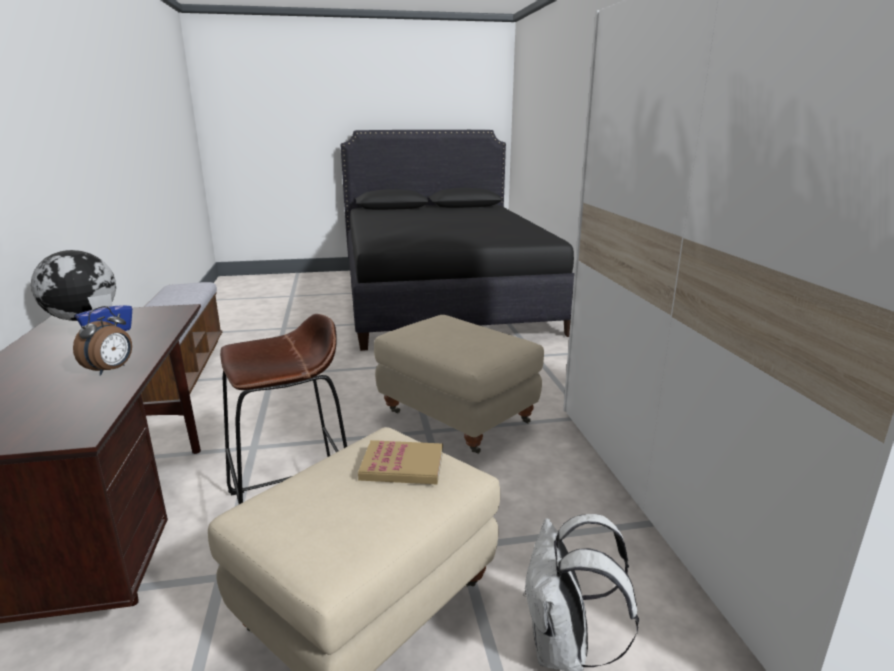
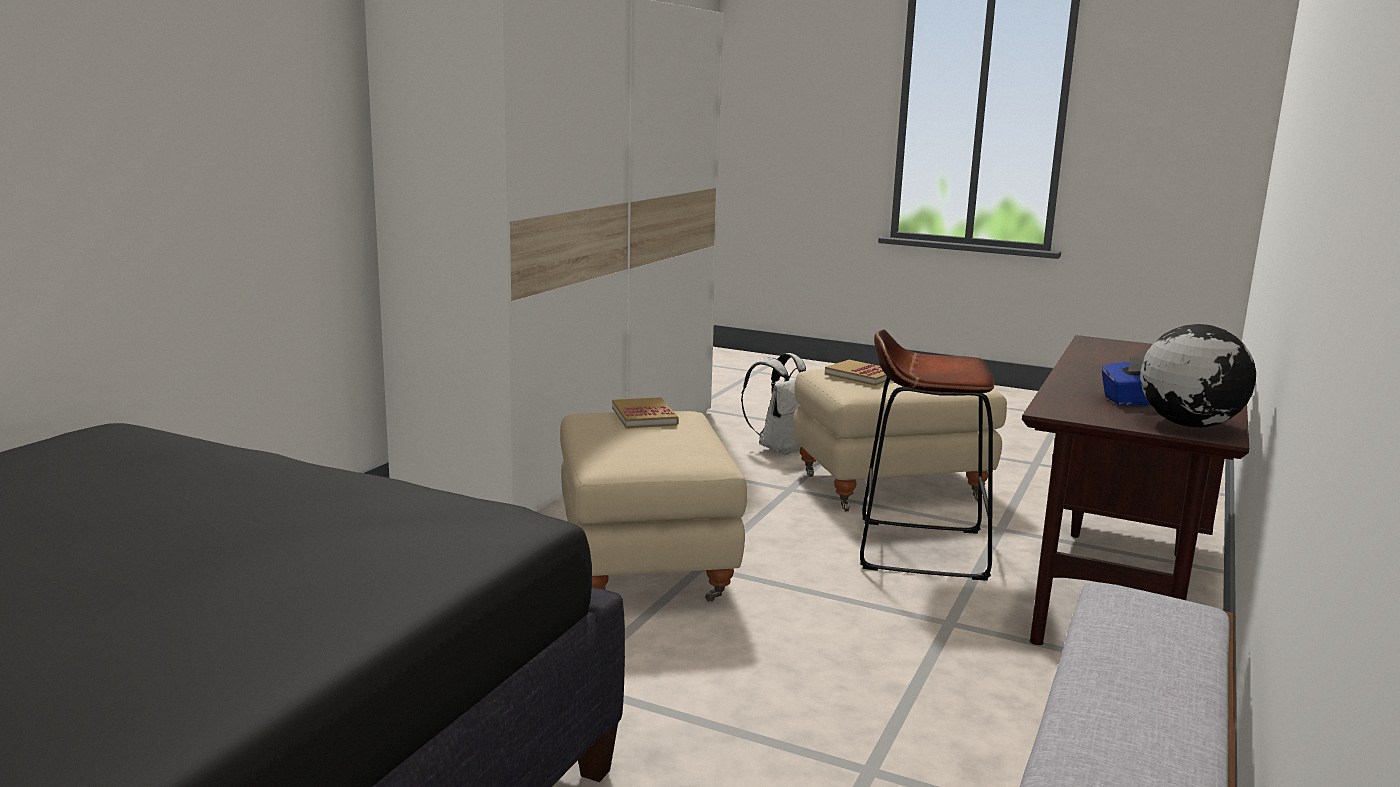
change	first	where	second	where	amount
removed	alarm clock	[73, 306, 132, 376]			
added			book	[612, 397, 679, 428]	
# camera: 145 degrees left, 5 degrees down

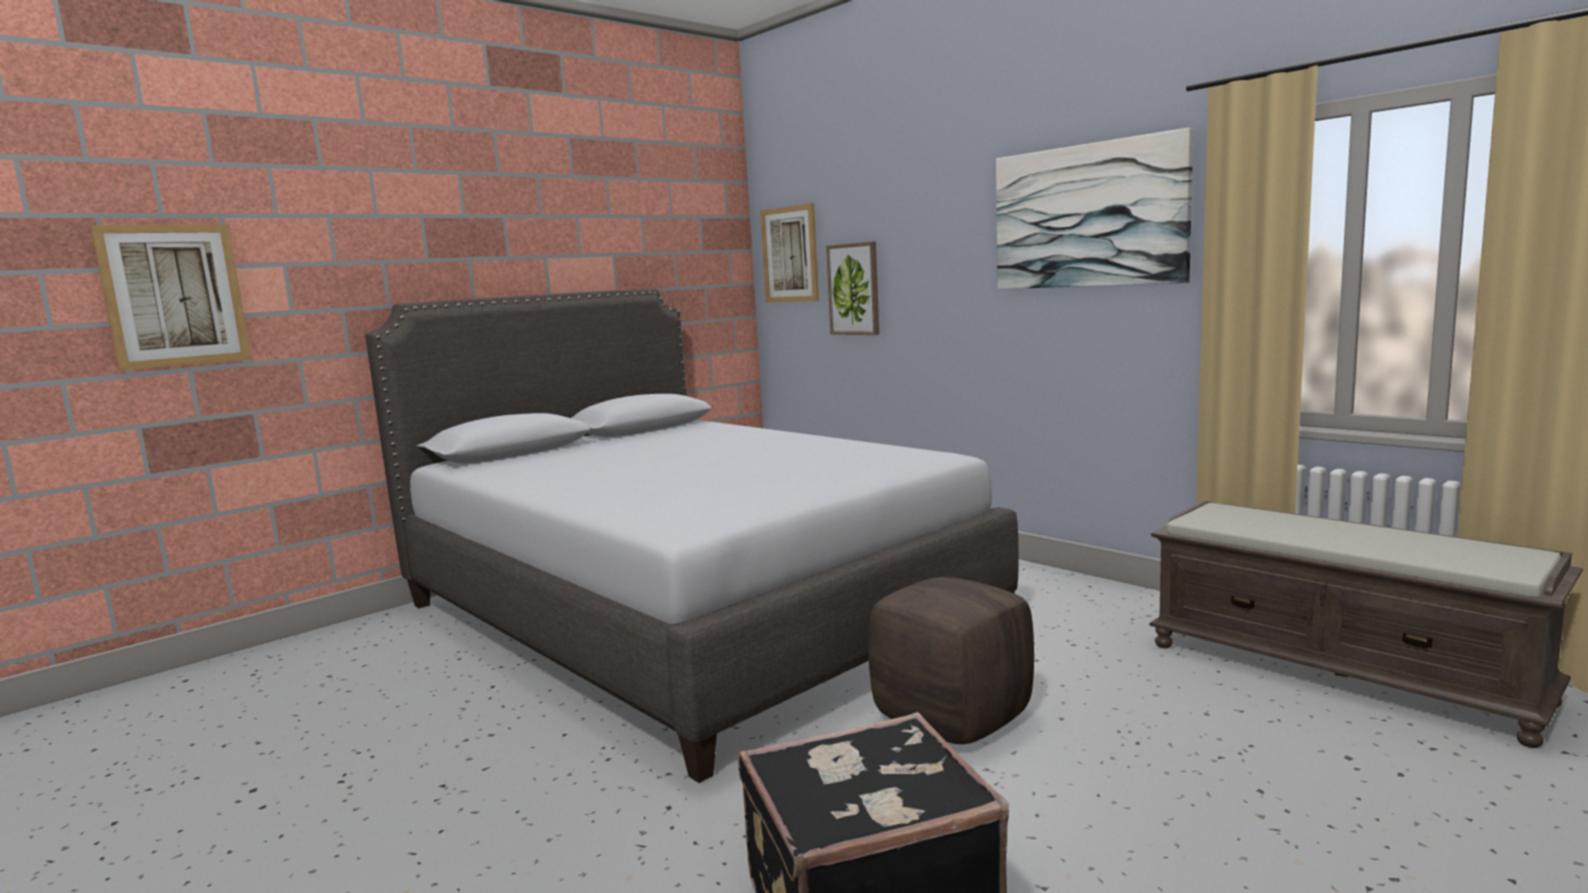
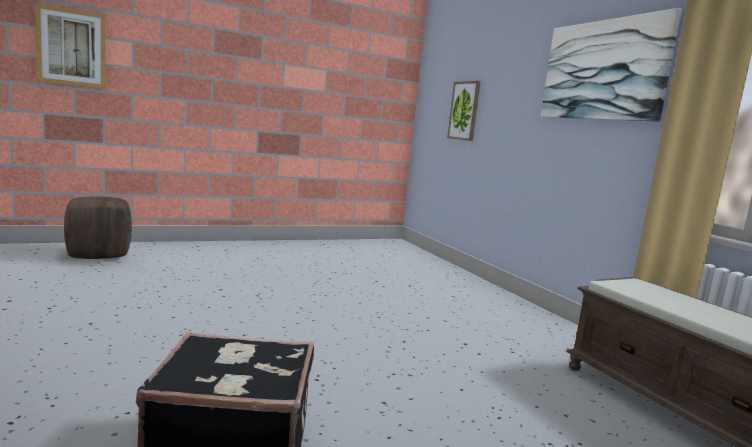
change	first	where	second	where	amount
removed	bed/grey	[365, 289, 1019, 783]			
removed	picture	[760, 203, 819, 303]			
moved	ottoman/brown	[868, 577, 1034, 744]		[64, 197, 132, 259]	
# camera: 15 degrees right, 0 degrees up

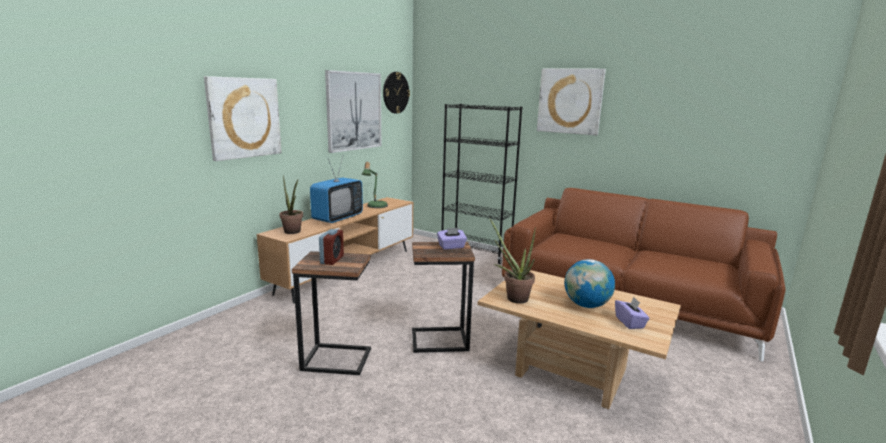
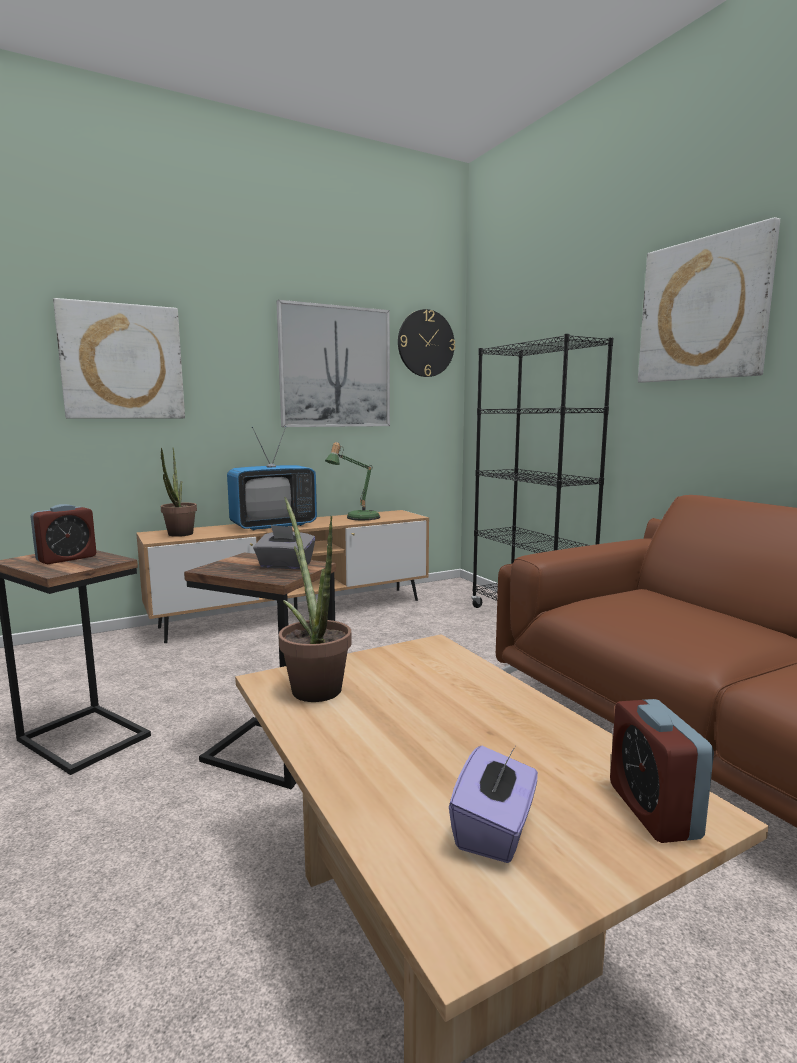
change	first	where	second	where	amount
removed	globe	[564, 259, 615, 308]			
added			alarm clock	[610, 699, 714, 843]	
recoloured	tissue box/purple	[437, 228, 467, 249]	tissue box/grey	[253, 525, 315, 570]	
# camera: 30 degrees right, 5 degrees down

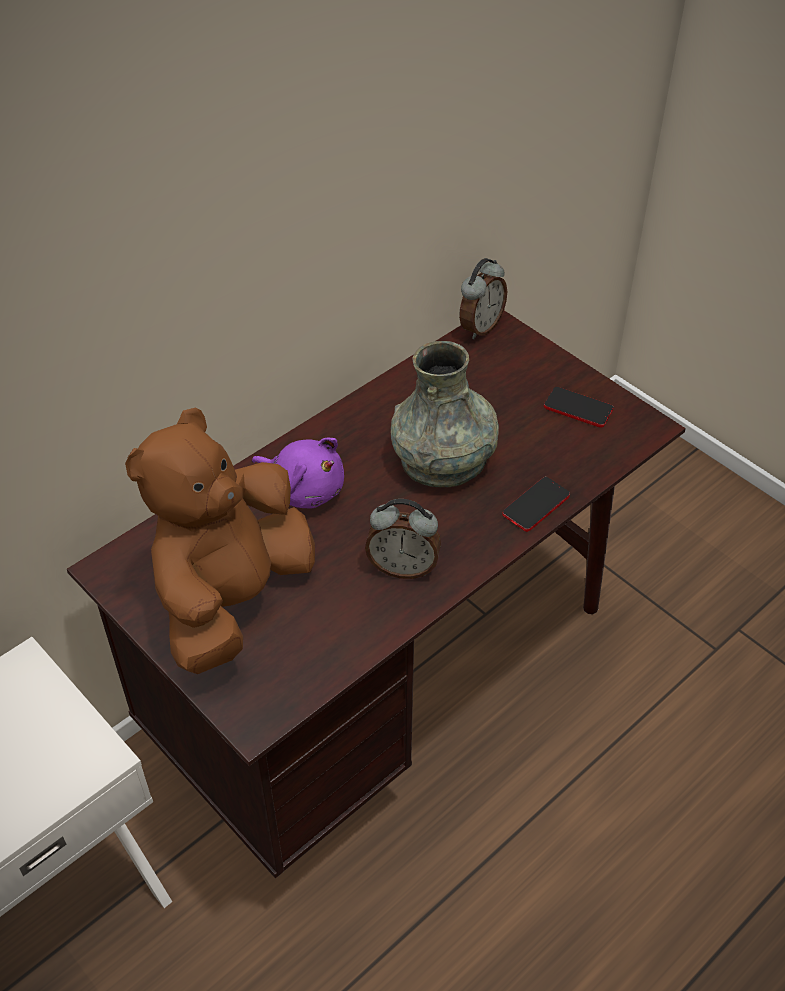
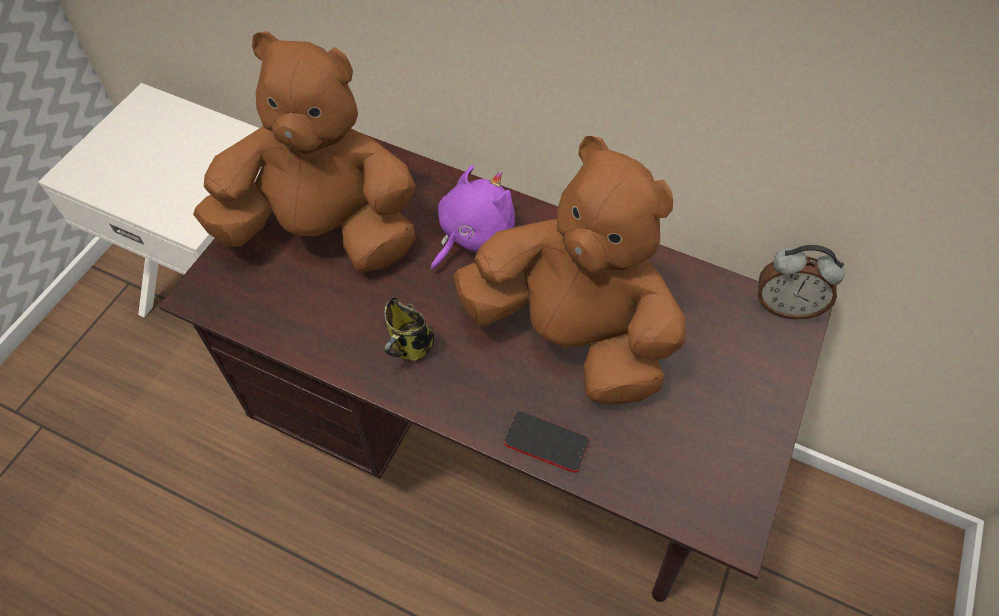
change	first	where	second	where	amount
removed	phone	[544, 387, 614, 428]			
replaced	alarm clock	[365, 499, 441, 579]	mug	[384, 297, 435, 362]	
replaced	vase/grey	[391, 341, 499, 488]	plush toy/brown	[453, 136, 686, 405]	
turned	plush toy/purple	[252, 437, 344, 508]		[431, 165, 515, 271]	150 degrees counterclockwise
# camera: 65 degrees right, 10 degrees up

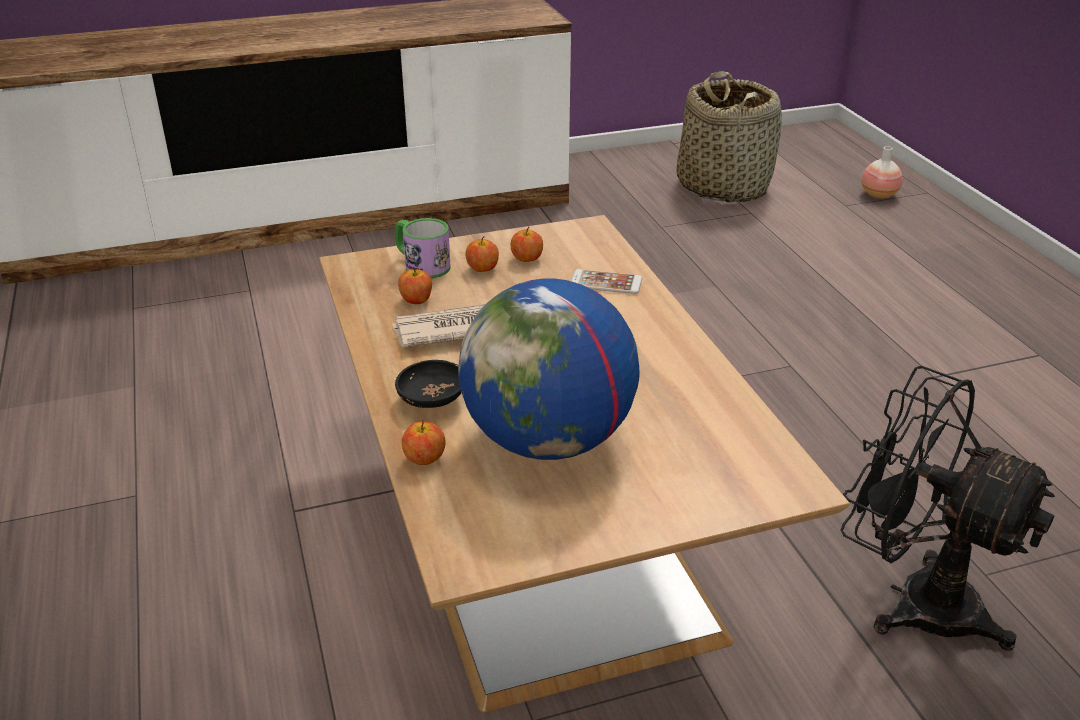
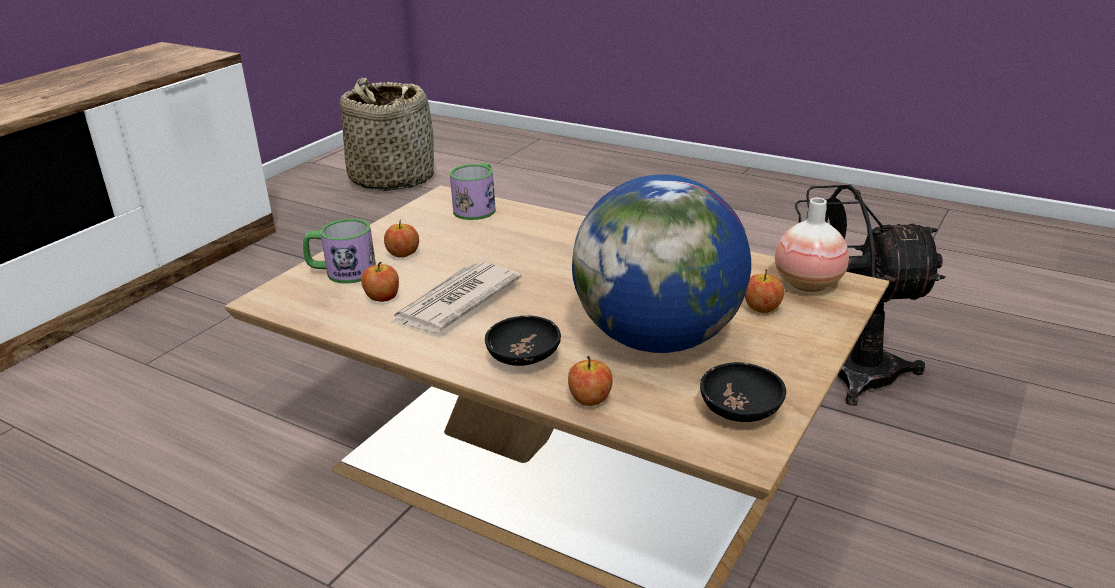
change	first	where	second	where	amount
removed	phone	[571, 269, 642, 294]			
added			mug	[450, 163, 496, 220]	
added			bowl/black	[700, 362, 786, 422]	
moved	apple	[511, 227, 543, 262]		[745, 269, 785, 313]	
moved	vase	[861, 146, 903, 199]		[775, 198, 849, 292]	
# camera: 40 degrees left, 5 degrees down

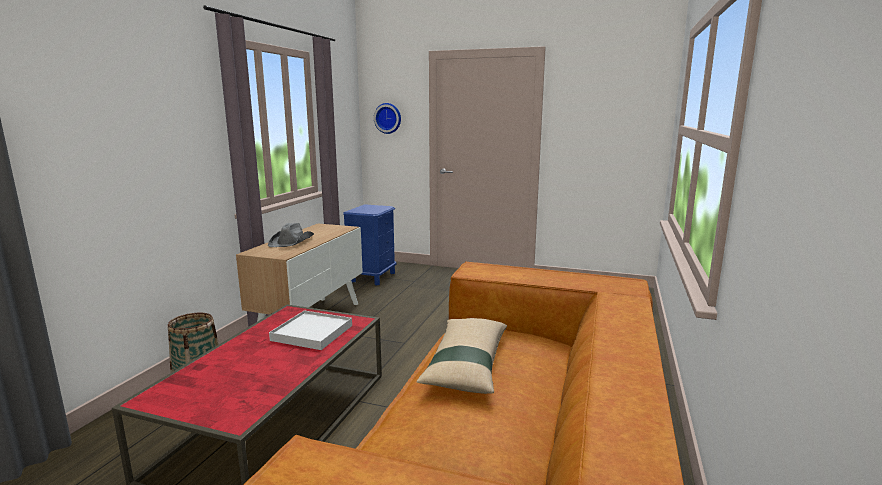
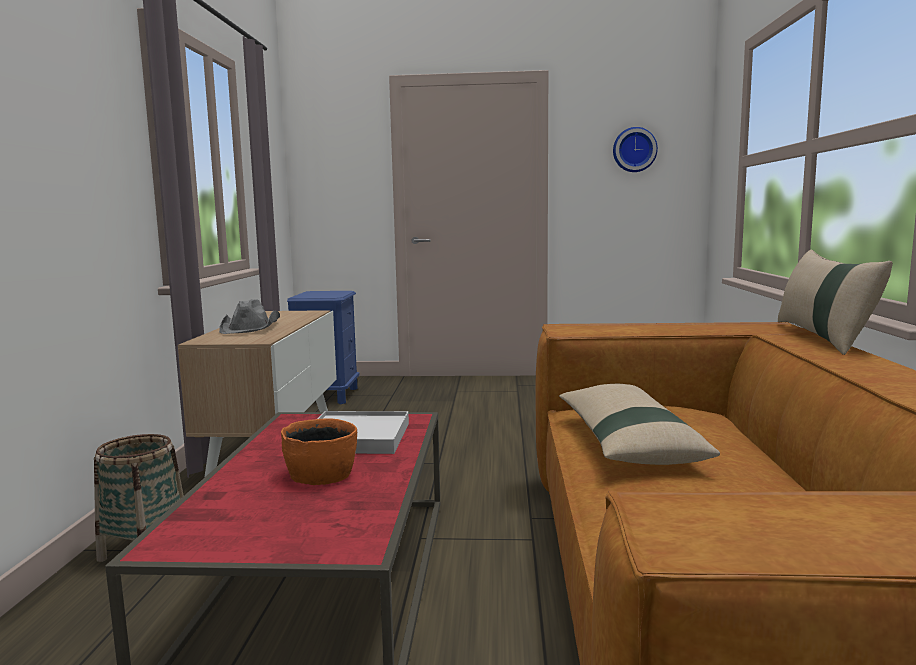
change	first	where	second	where	amount
added			bowl/orange	[281, 418, 357, 485]	
added			pillow/beige	[778, 250, 893, 355]	
moved	wall clock	[374, 103, 401, 134]		[613, 127, 658, 172]	
# camera: 15 degrees left, 5 degrees down

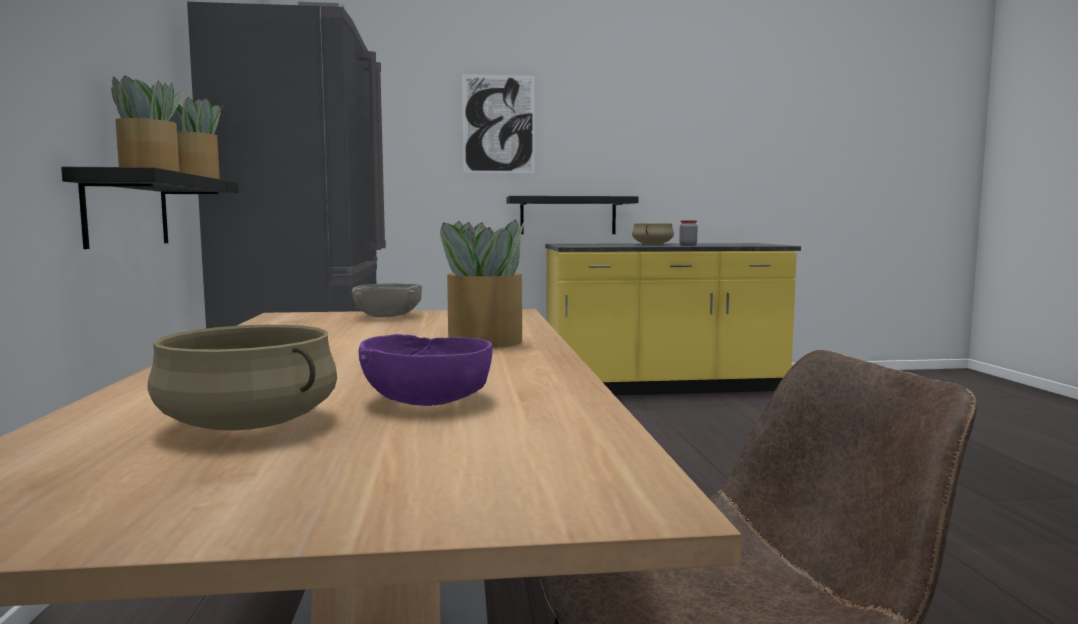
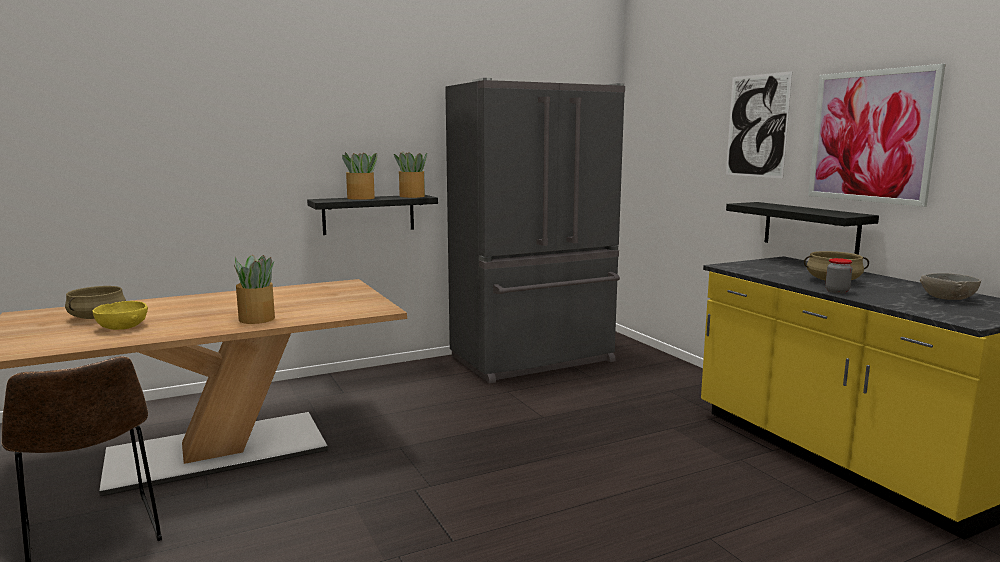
change	first	where	second	where	amount
added			picture	[808, 64, 946, 207]	
moved	bowl/grey	[352, 283, 422, 317]		[920, 273, 981, 300]	
recoloured	bowl/purple	[358, 334, 492, 406]	bowl/yellow	[92, 301, 148, 330]	
# camera: 70 degrees right, 5 degrees up

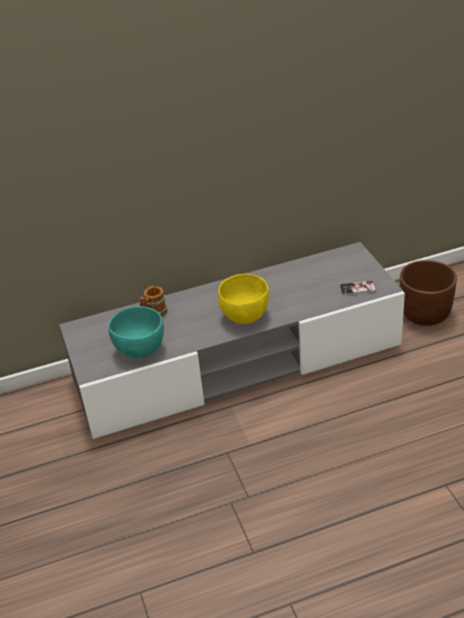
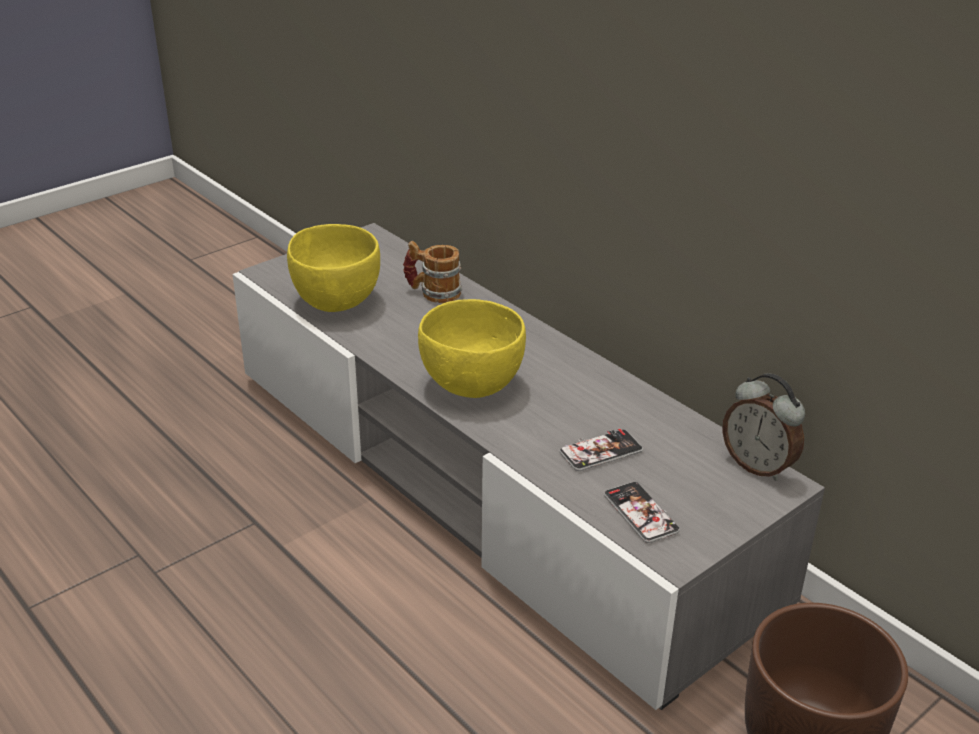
change	first	where	second	where	amount
added			phone	[559, 429, 643, 471]	
added			alarm clock	[722, 373, 805, 481]	
recoloured	bowl/turquoise	[108, 306, 164, 359]	bowl/yellow	[287, 224, 380, 312]	
# camera: 65 degrees right, 5 degrees down

